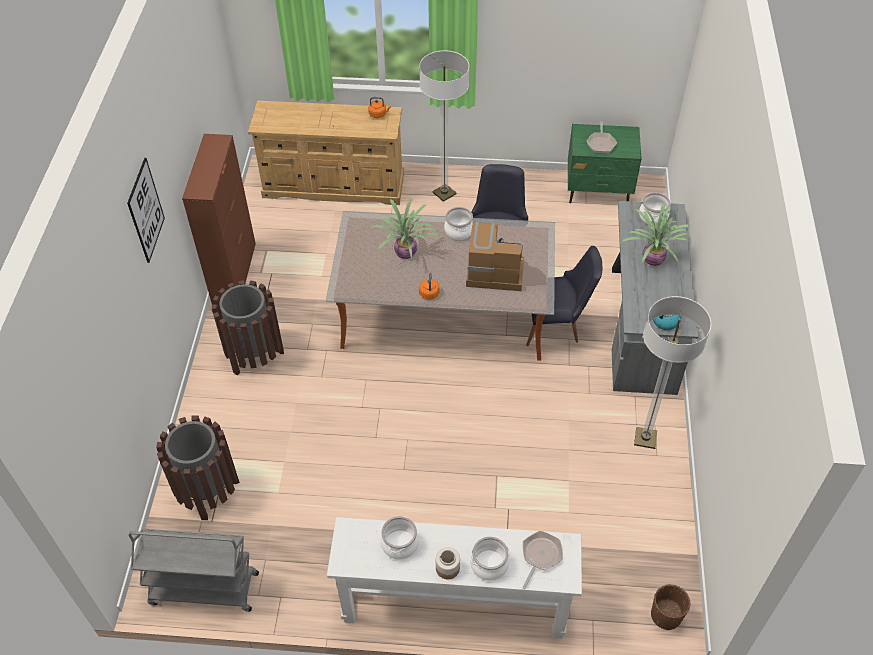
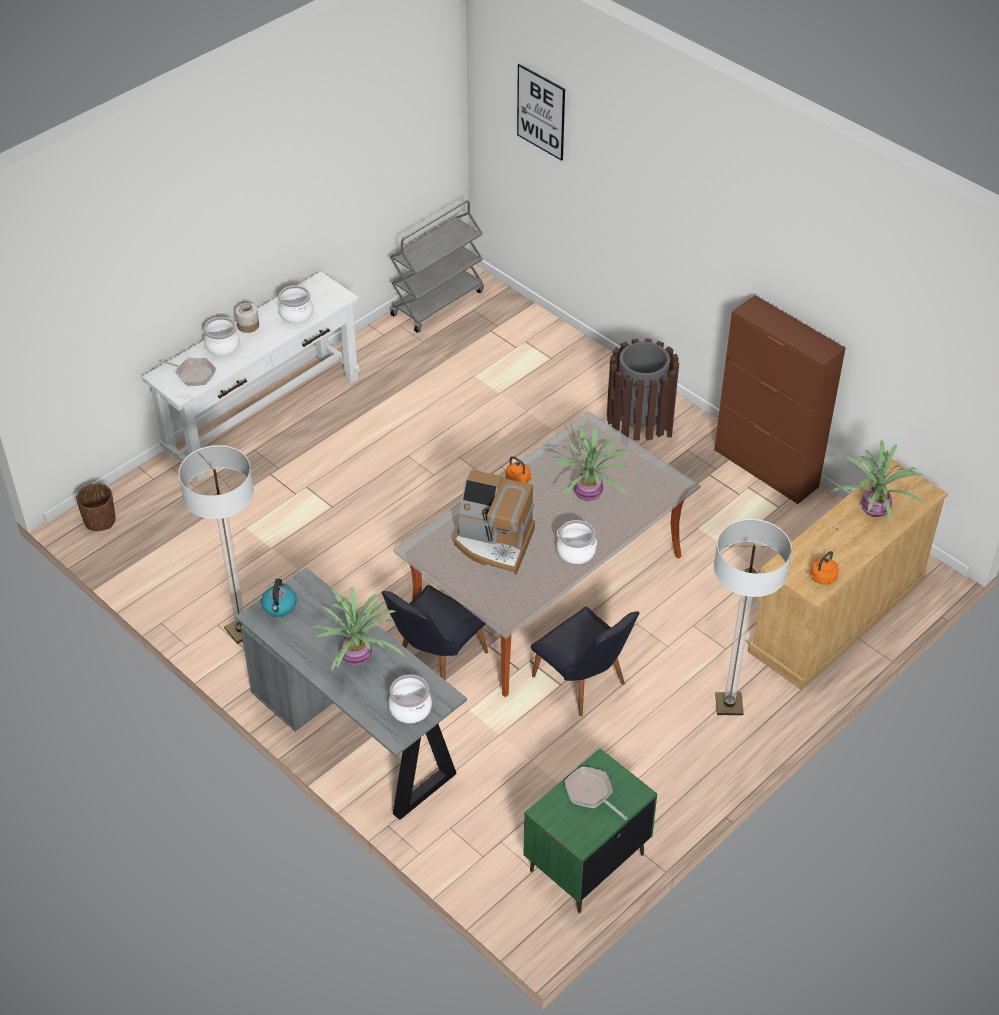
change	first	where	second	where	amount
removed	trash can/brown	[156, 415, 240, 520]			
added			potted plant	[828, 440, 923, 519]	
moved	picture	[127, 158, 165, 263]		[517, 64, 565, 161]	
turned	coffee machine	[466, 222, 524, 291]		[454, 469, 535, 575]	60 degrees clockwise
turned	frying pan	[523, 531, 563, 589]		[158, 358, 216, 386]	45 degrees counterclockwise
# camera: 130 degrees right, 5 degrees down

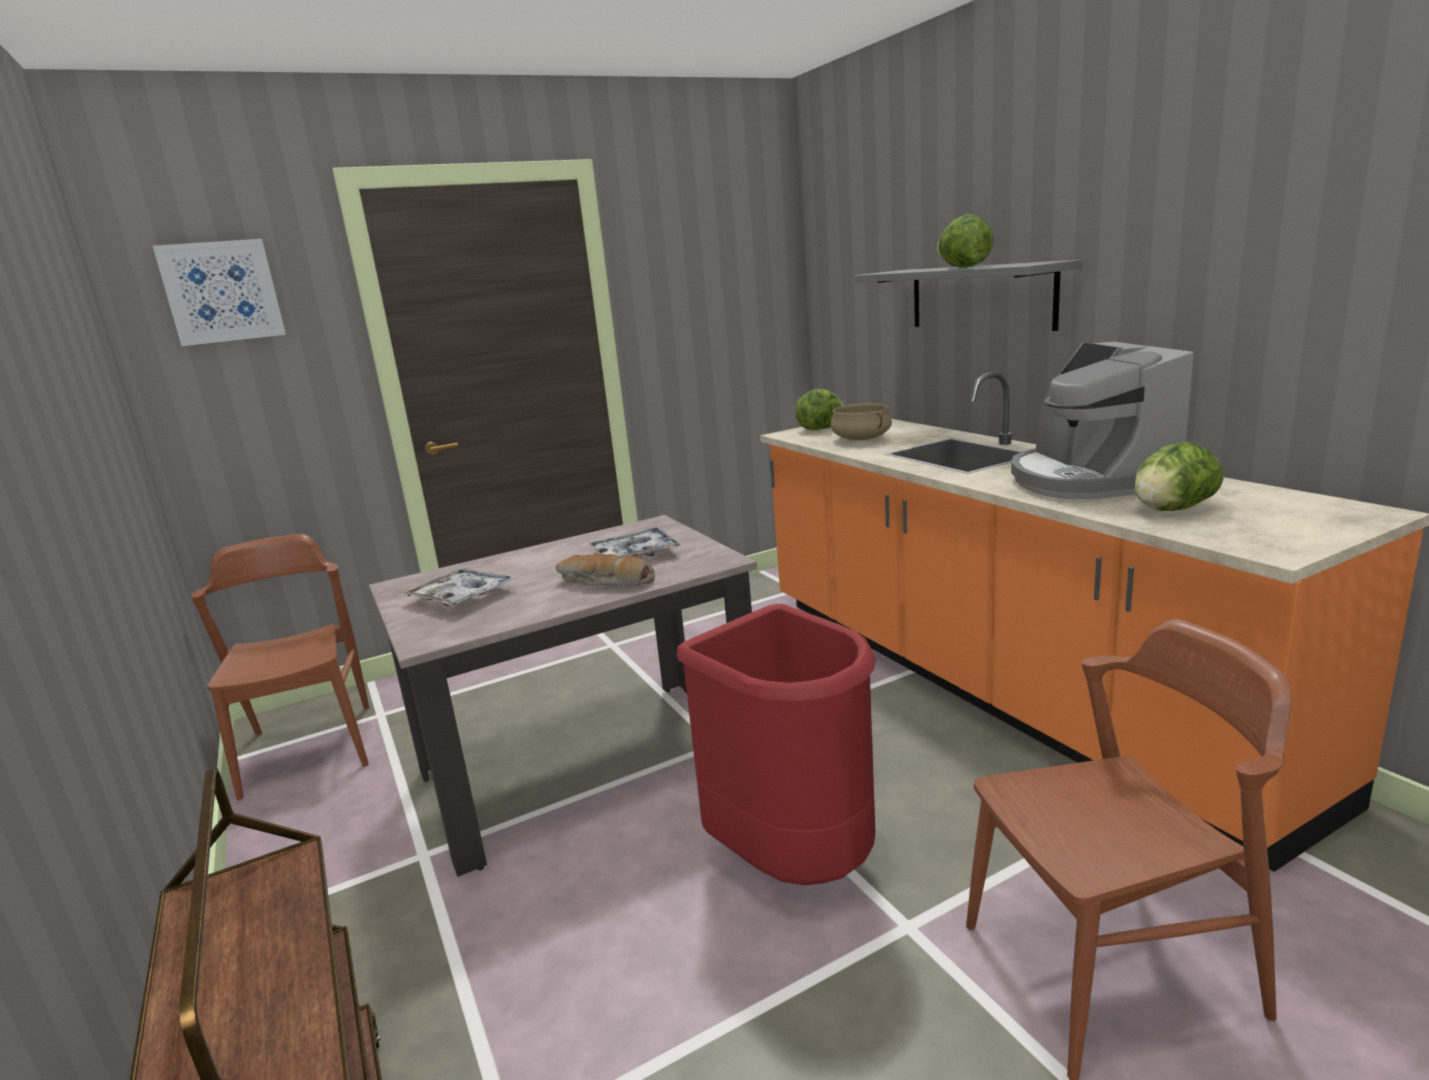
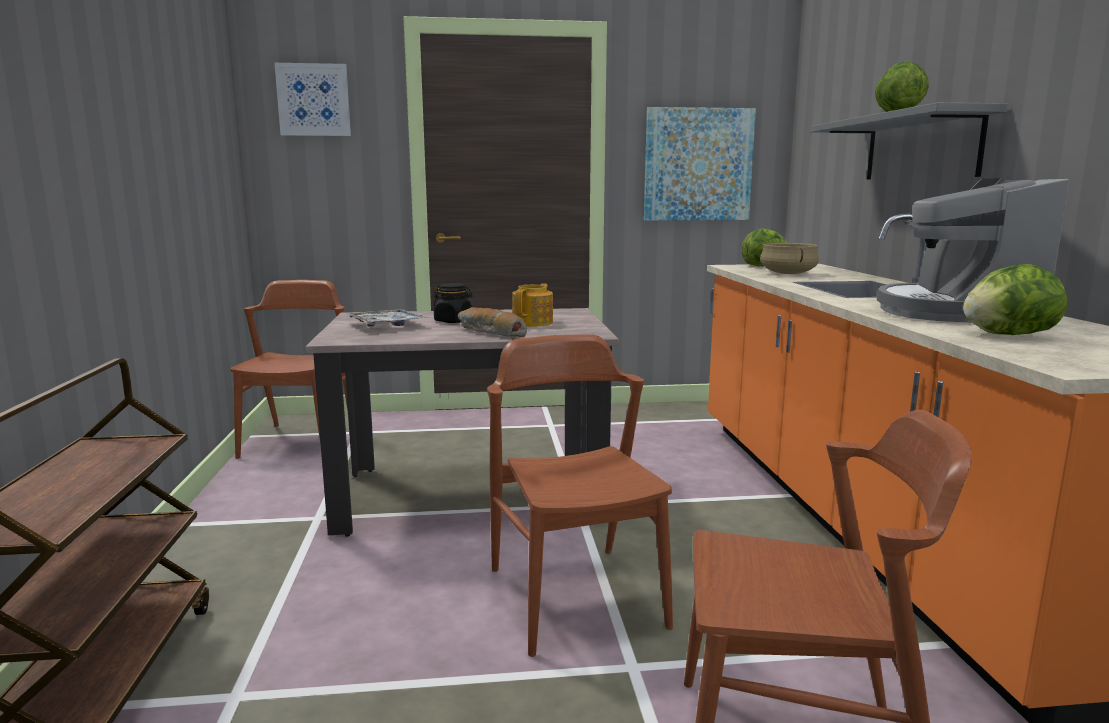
change	first	where	second	where	amount
added			jar/black	[434, 283, 473, 323]	
added			picture	[644, 107, 756, 221]	
replaced	tray	[589, 527, 681, 557]	teapot	[512, 284, 553, 327]	
replaced	trash can/red	[677, 604, 876, 885]	chair/brown	[487, 334, 673, 657]	
# camera: 20 degrees right, 5 degrees down

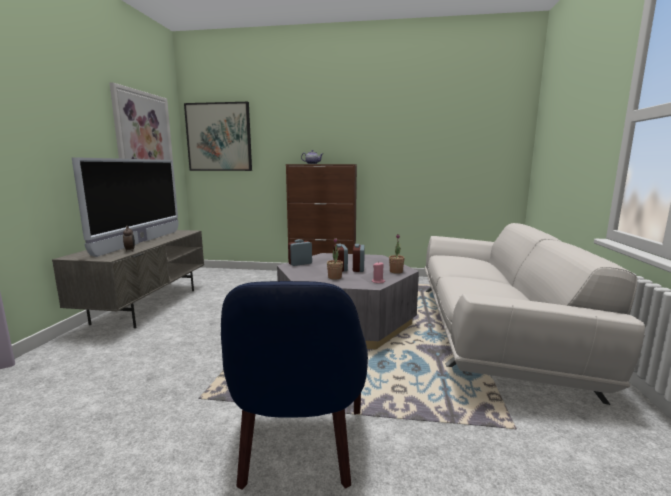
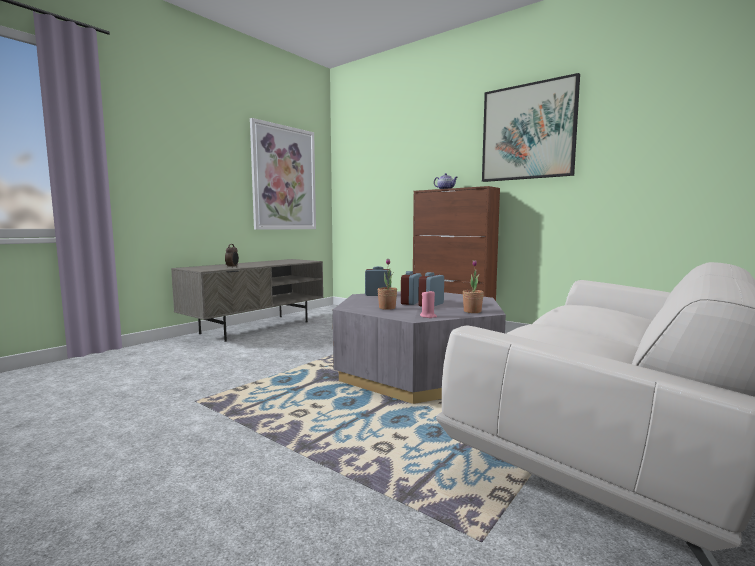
change	first	where	second	where	amount
removed	television	[72, 157, 179, 257]			
removed	armchair/blue	[221, 281, 368, 490]			
moved	picture	[184, 102, 252, 171]		[482, 73, 580, 182]	
# camera: 30 degrees right, 5 degrees down

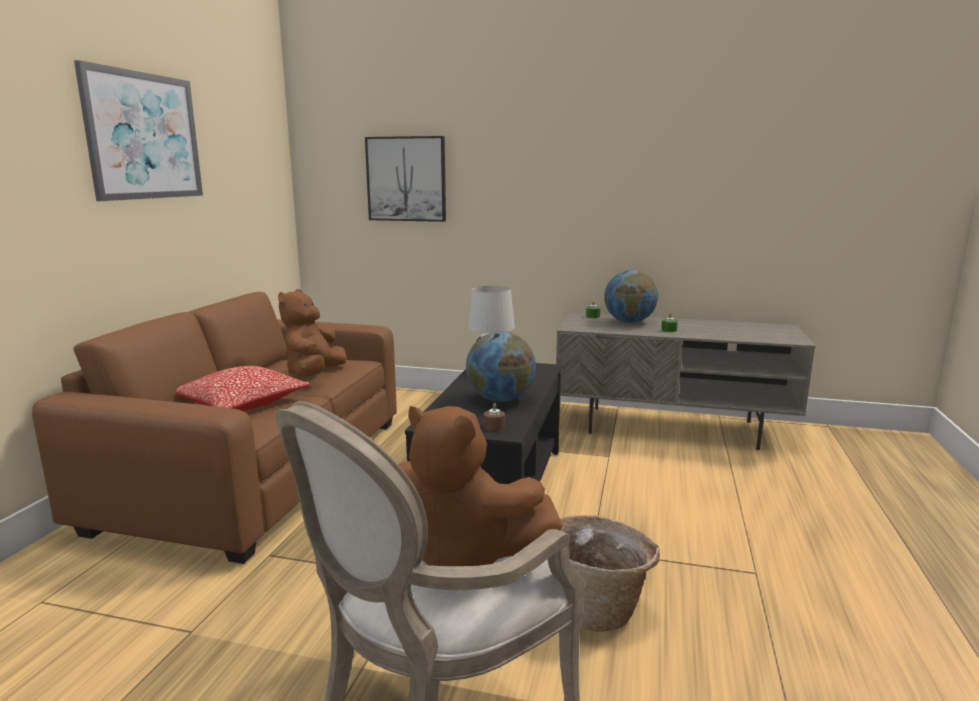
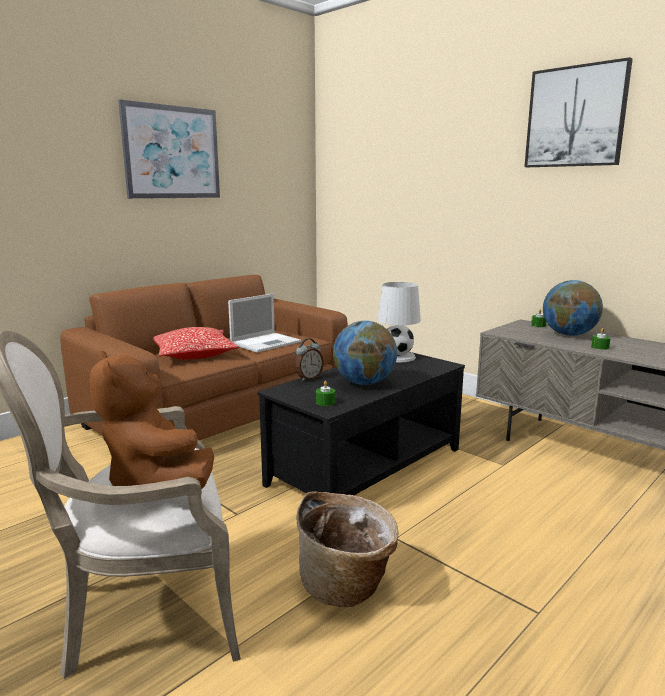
change	first	where	second	where	amount
added			alarm clock	[295, 338, 324, 381]	
moved	picture	[365, 136, 446, 222]		[524, 57, 633, 167]	
replaced	plush toy/brown	[278, 289, 347, 377]	laptop	[228, 293, 301, 353]	
recoloured	candle/brown	[484, 403, 505, 431]	candle/green	[316, 381, 335, 406]	
# camera: 30 degrees right, 0 degrees up

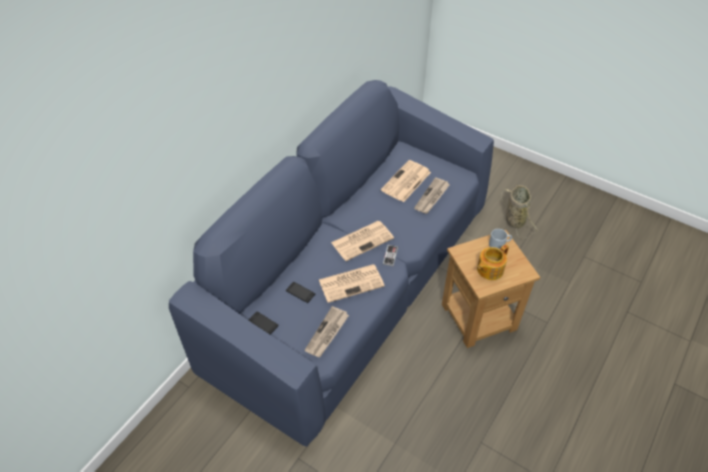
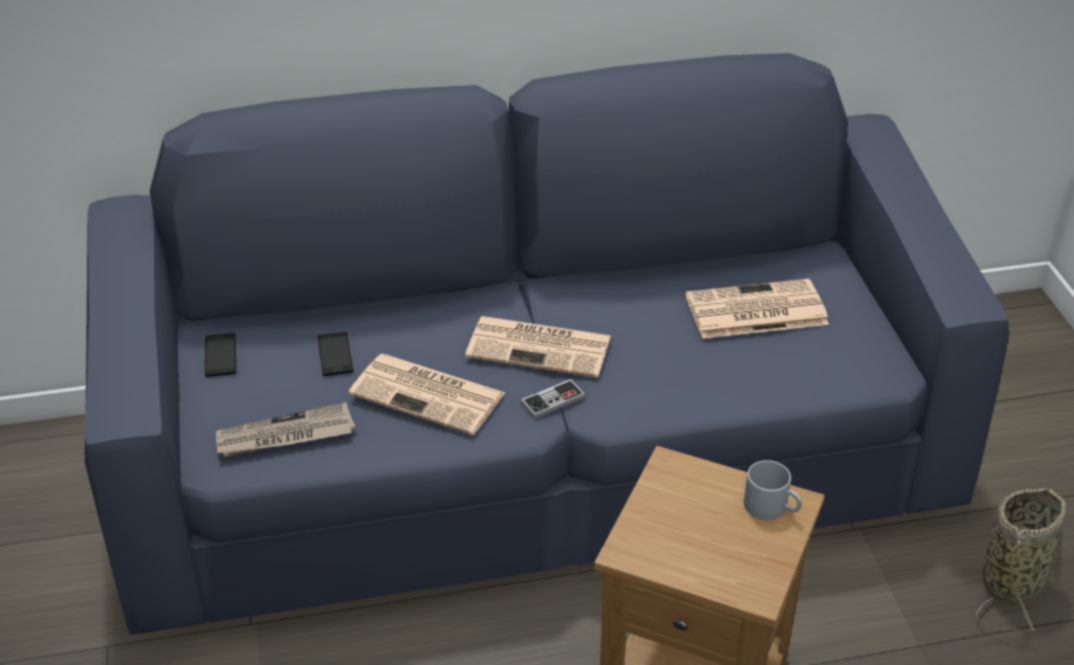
change	first	where	second	where	amount
removed	newspaper	[414, 177, 450, 214]			
removed	teapot	[477, 244, 509, 280]			
# camera: 45 degrees right, 10 degrees down

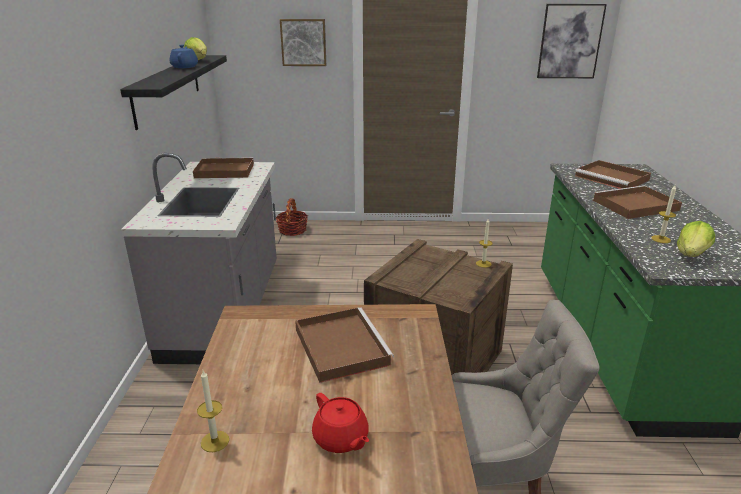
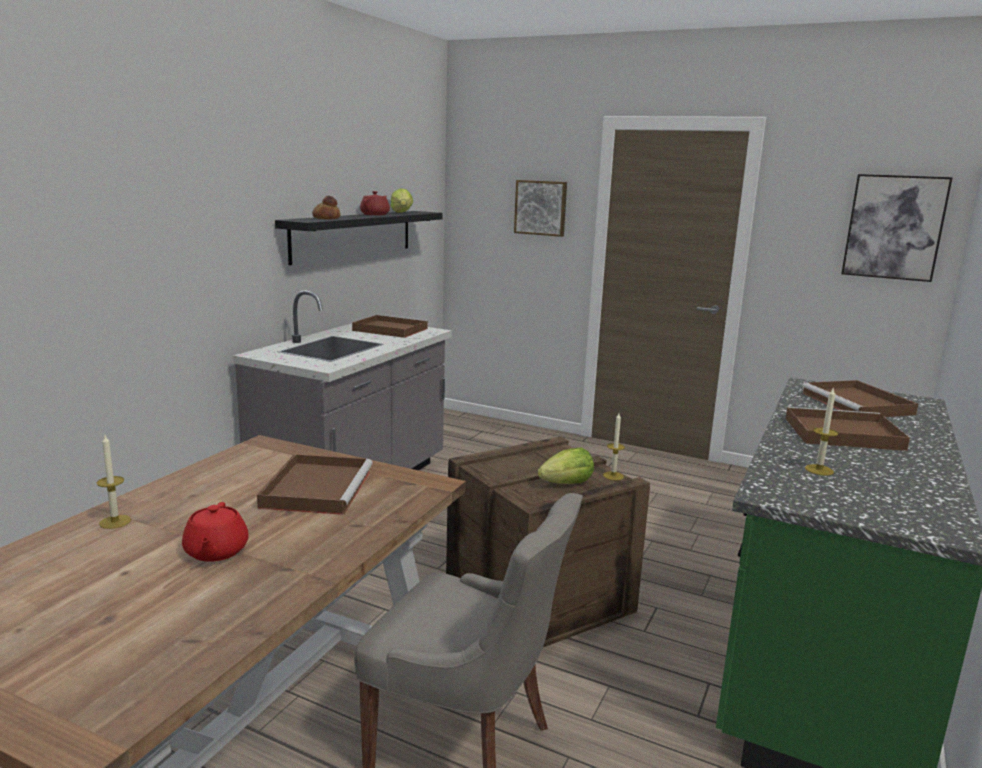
change	first	where	second	where	amount
removed	basket	[276, 198, 308, 236]			
added			bread	[312, 196, 341, 220]	
moved	lettuce	[677, 221, 715, 257]		[538, 447, 594, 484]	
recoloured	teapot/blue	[169, 45, 198, 68]	teapot/red	[360, 191, 390, 215]	
# camera: 25 degrees right, 10 degrees down

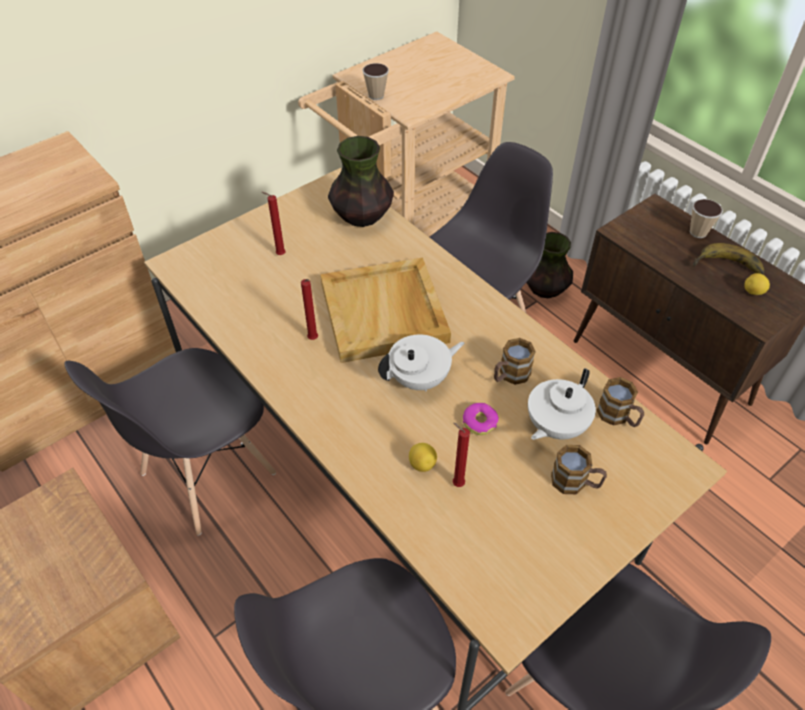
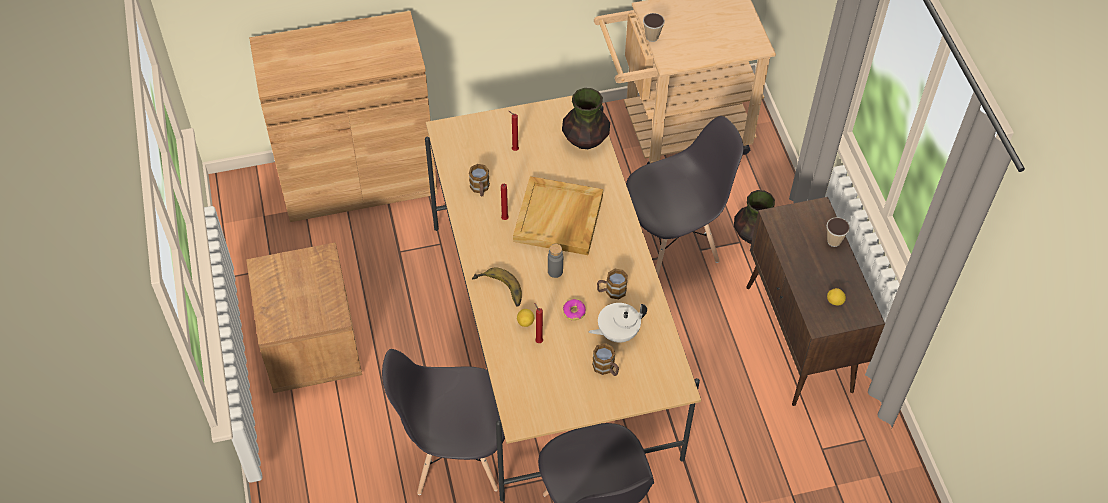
change	first	where	second	where	amount
removed	chair/grey	[64, 348, 276, 536]			
moved	mug	[596, 377, 644, 427]		[469, 164, 490, 197]	
moved	banana	[693, 243, 765, 274]		[472, 267, 522, 307]	
replaced	teapot/white	[378, 335, 465, 392]	bottle/grey	[548, 244, 563, 278]	
# camera: 25 degrees right, 5 degrees up

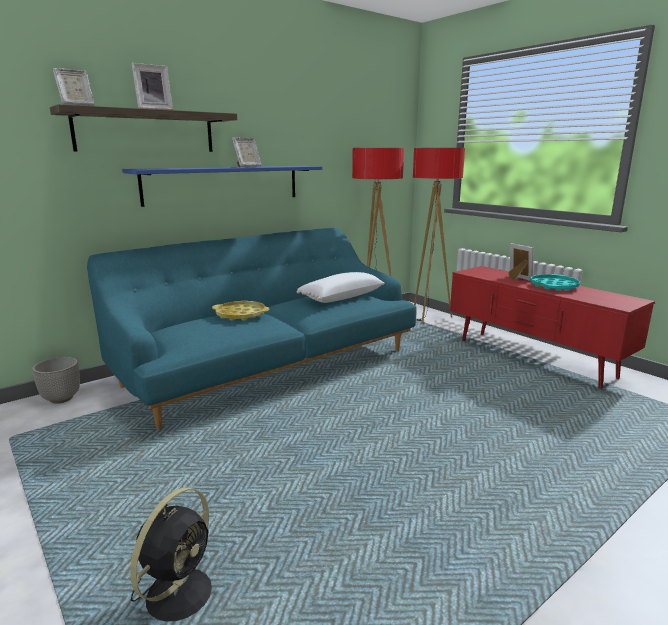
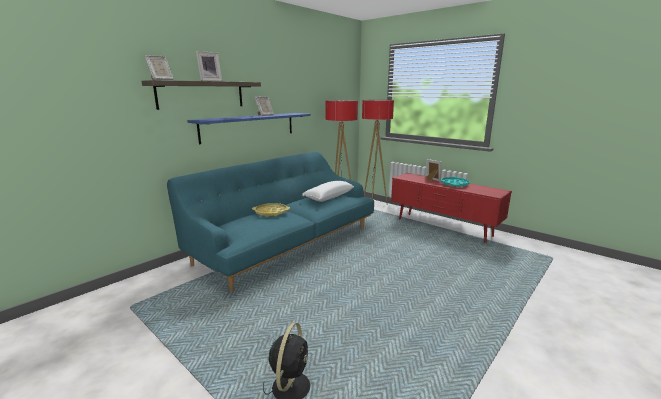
change	first	where	second	where	amount
removed	planter	[32, 357, 80, 404]			
# camera: 10 degrees left, 0 degrees up

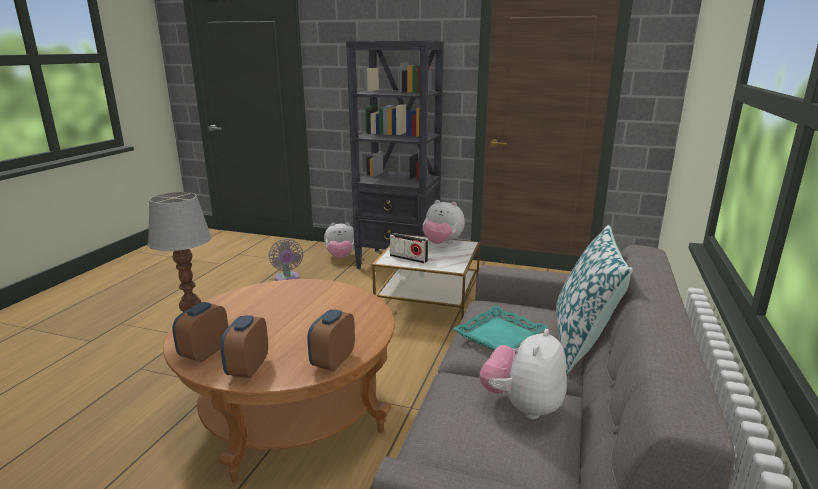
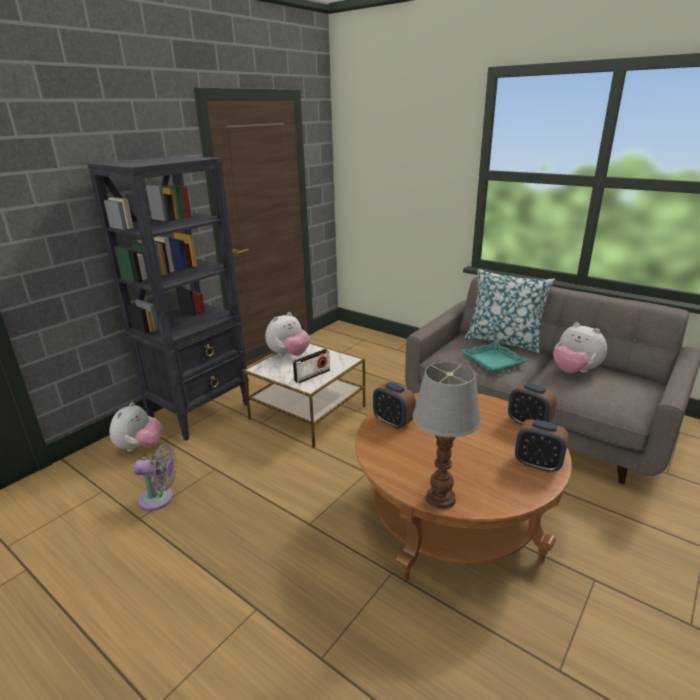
change	first	where	second	where	amount
moved	alarm clock	[172, 302, 228, 362]		[373, 382, 416, 429]	
# camera: 70 degrees left, 5 degrees up

